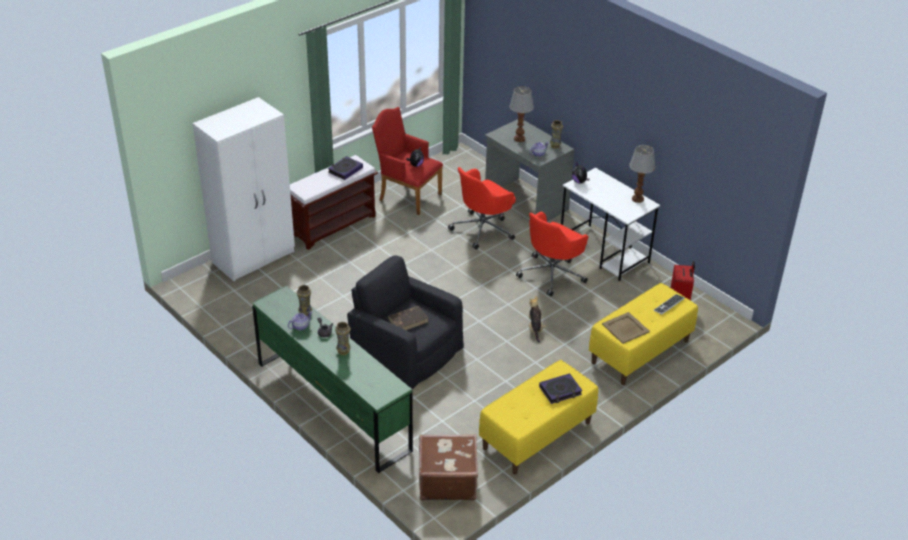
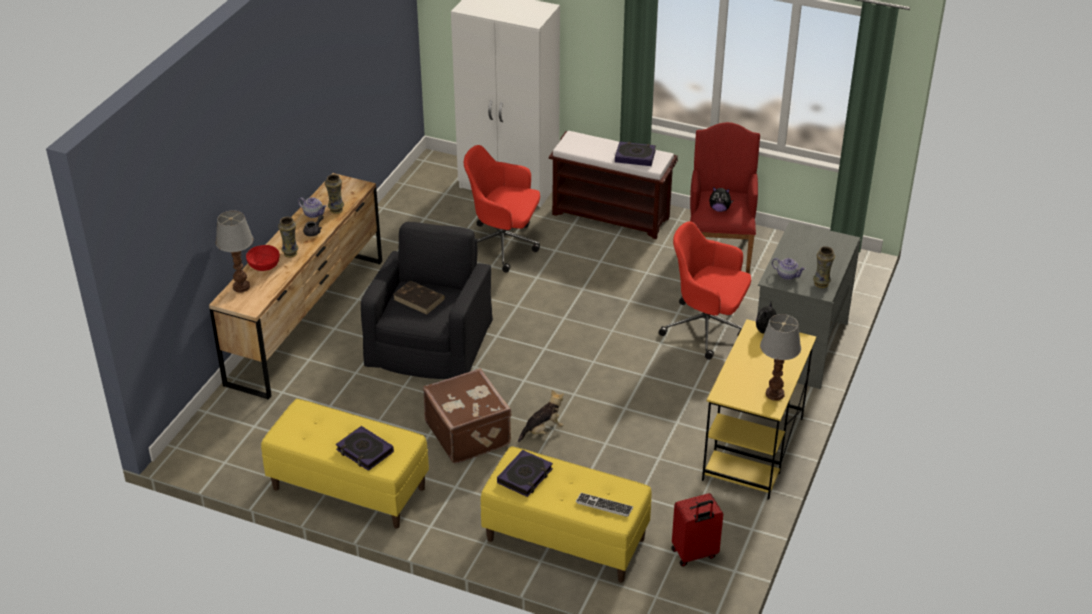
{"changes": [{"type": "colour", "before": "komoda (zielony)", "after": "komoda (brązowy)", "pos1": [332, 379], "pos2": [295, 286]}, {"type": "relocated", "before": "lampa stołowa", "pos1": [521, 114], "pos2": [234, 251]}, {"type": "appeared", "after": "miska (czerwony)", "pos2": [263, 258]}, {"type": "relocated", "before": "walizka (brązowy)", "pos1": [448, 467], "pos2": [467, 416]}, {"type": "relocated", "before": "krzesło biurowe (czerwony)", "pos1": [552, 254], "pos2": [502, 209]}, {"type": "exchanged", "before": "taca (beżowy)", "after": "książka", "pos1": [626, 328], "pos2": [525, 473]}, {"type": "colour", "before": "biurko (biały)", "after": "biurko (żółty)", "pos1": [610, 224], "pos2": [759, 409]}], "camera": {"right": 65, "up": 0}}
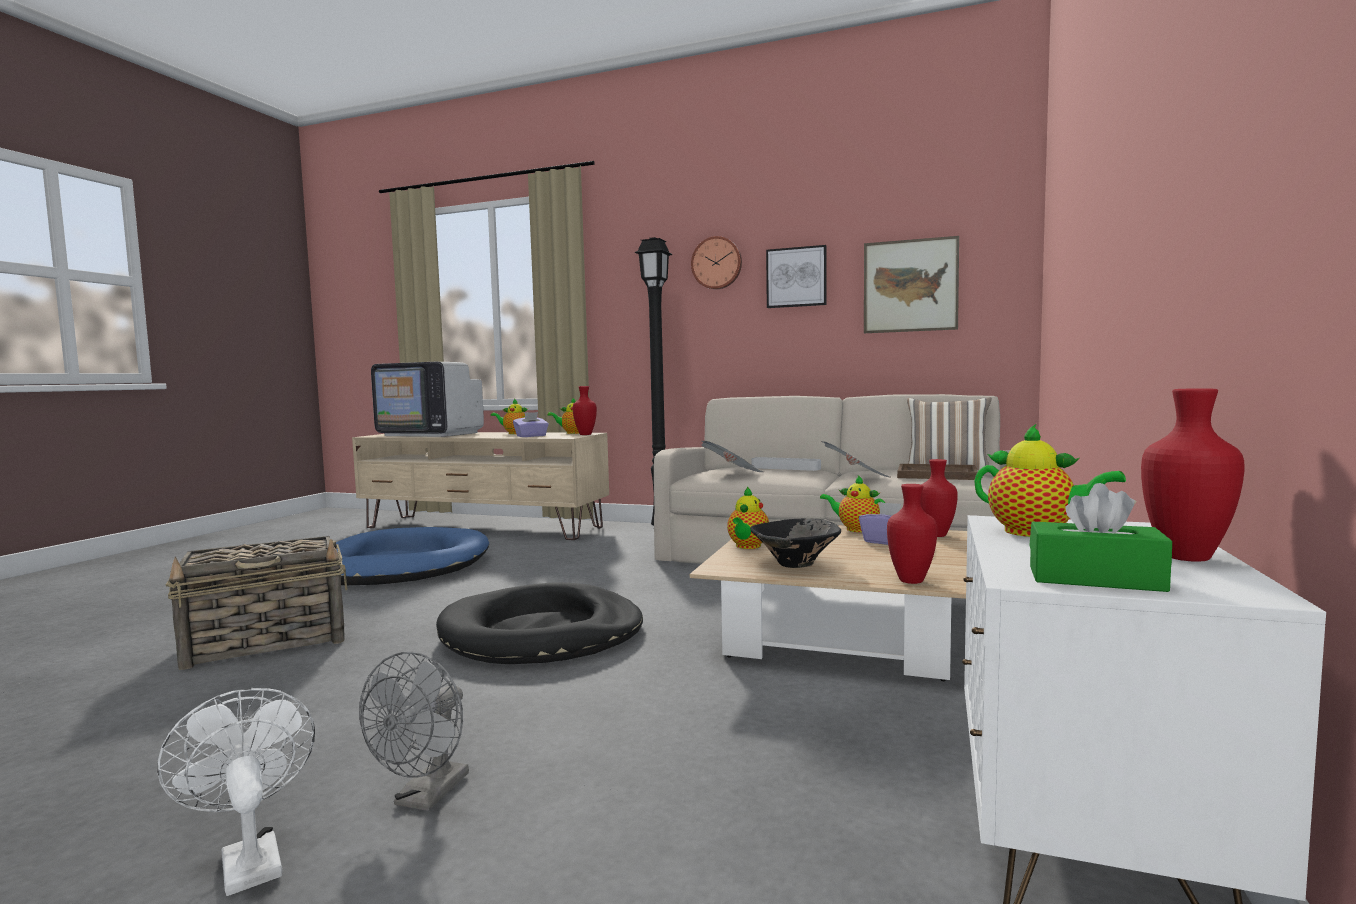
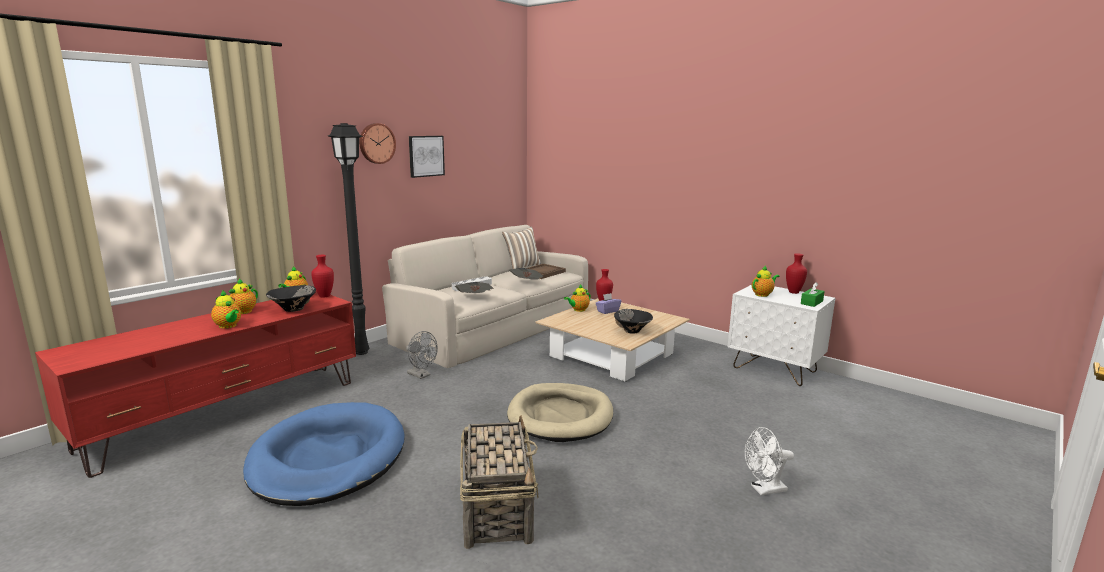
{"changes": [{"type": "colour", "before": "szafka pod telewizor (beżowy)", "after": "szafka pod telewizor (czerwony)", "pos1": [480, 486], "pos2": [195, 384]}, {"type": "relocated", "before": "imbryk", "pos1": [748, 518], "pos2": [226, 309]}, {"type": "exchanged", "before": "pudełko chusteczek (fioletowy)", "after": "miska (czarny)", "pos1": [531, 424], "pos2": [291, 298]}, {"type": "relocated", "before": "wentylator (szary)", "pos1": [414, 731], "pos2": [422, 355]}, {"type": "colour", "before": "legowisko (czarny)", "after": "legowisko (beżowy)", "pos1": [539, 623], "pos2": [560, 412]}, {"type": "missing", "before": "telewizor", "pos1": [427, 399]}, {"type": "missing", "before": "obraz", "pos1": [911, 284]}, {"type": "missing", "before": "wazon (czerwony)", "pos1": [912, 534]}], "camera": {"right": -70, "up": 10}}
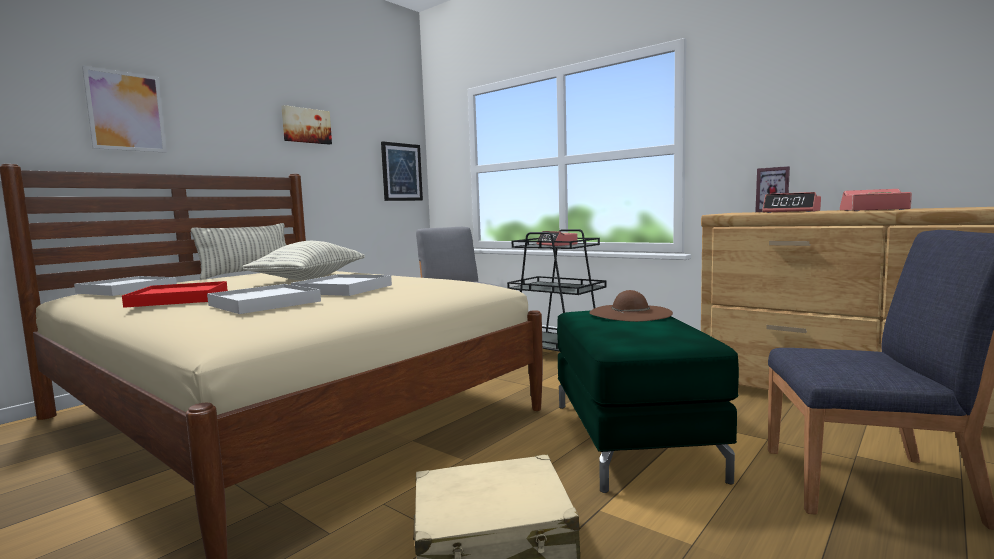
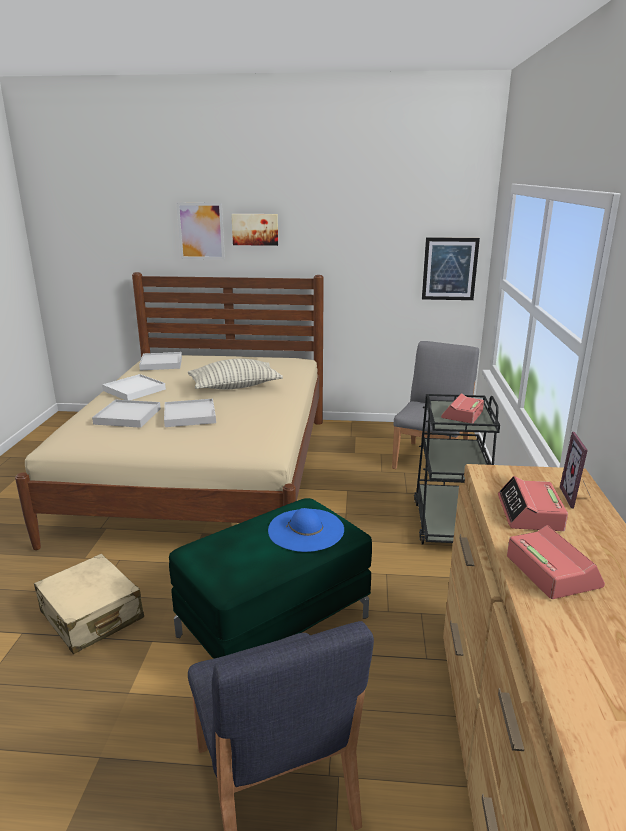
{"changes": [{"type": "colour", "before": "taca (czerwony)", "after": "taca (biały)", "pos1": [175, 294], "pos2": [134, 387]}, {"type": "relocated", "before": "obraz", "pos1": [306, 125], "pos2": [254, 230]}, {"type": "colour", "before": "kapelusz (brązowy)", "after": "kapelusz (niebieski)", "pos1": [631, 306], "pos2": [306, 530]}, {"type": "missing", "before": "poduszka", "pos1": [238, 251]}], "camera": {"right": 55, "up": 15}}
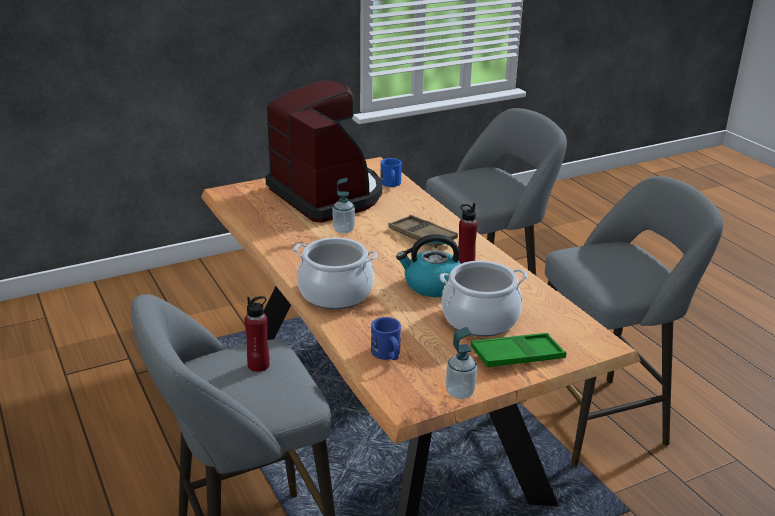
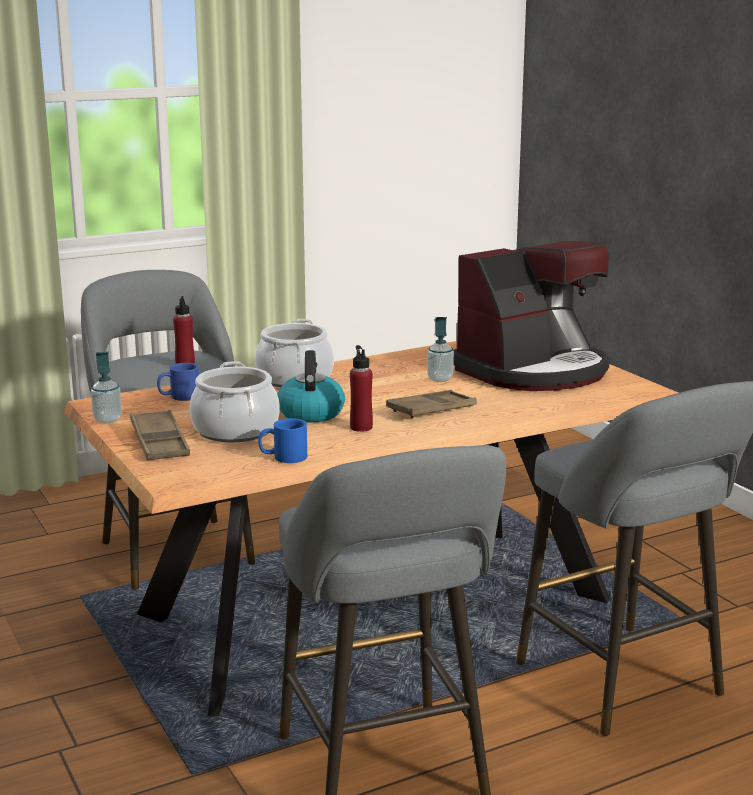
{"changes": [{"type": "colour", "before": "taca (zielony)", "after": "taca (brązowy)", "pos1": [518, 350], "pos2": [160, 435]}, {"type": "relocated", "before": "kubek (niebieski)", "pos1": [391, 172], "pos2": [282, 440]}], "camera": {"right": 90, "up": -10}}
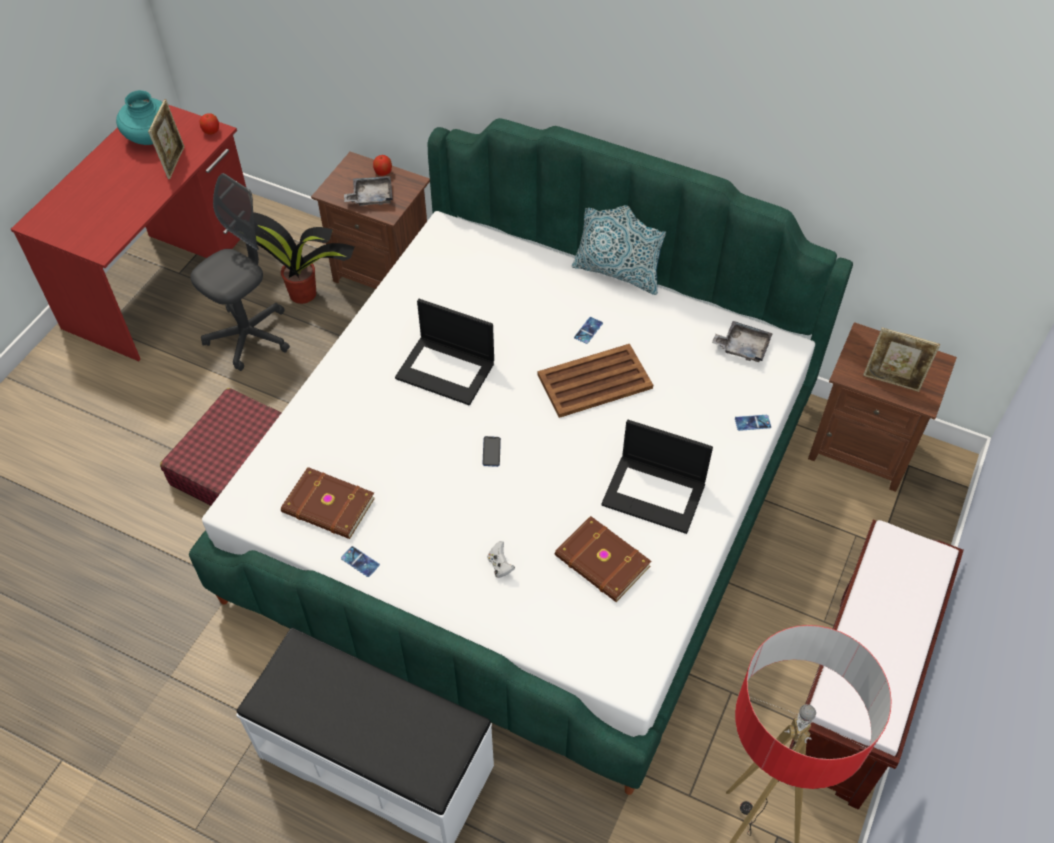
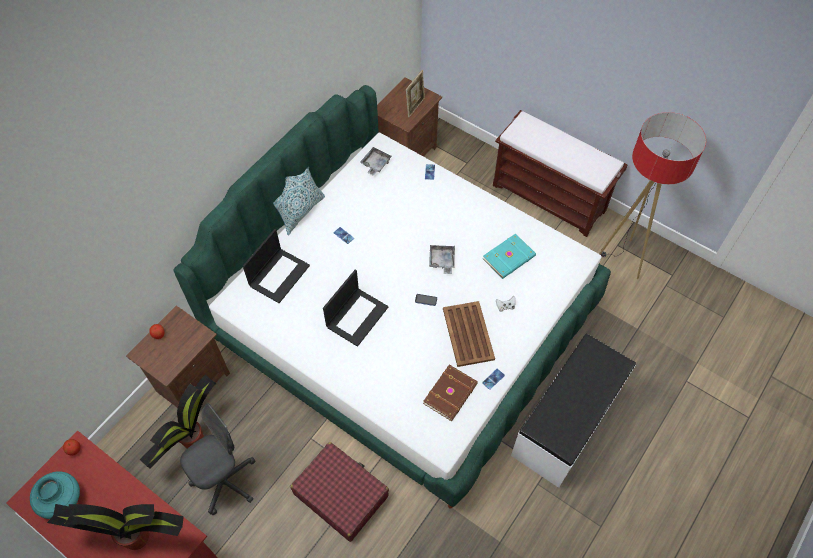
{"changes": [{"type": "appeared", "after": "roślina doniczkowa", "pos2": [115, 527]}, {"type": "spun", "before": "krzesło biurowe (szary)", "pos1": [240, 272], "pos2": [217, 459], "turn": 90}, {"type": "relocated", "before": "laptop", "pos1": [657, 477], "pos2": [276, 266]}, {"type": "relocated", "before": "taca (szary)", "pos1": [368, 191], "pos2": [442, 259]}, {"type": "relocated", "before": "taca (brązowy)", "pos1": [595, 381], "pos2": [469, 334]}, {"type": "colour", "before": "książka (brązowy)", "after": "książka (turkusowy)", "pos1": [603, 559], "pos2": [509, 256]}, {"type": "missing", "before": "ramka na zdjęcie", "pos1": [166, 139]}], "camera": {"right": -80, "up": 5}}
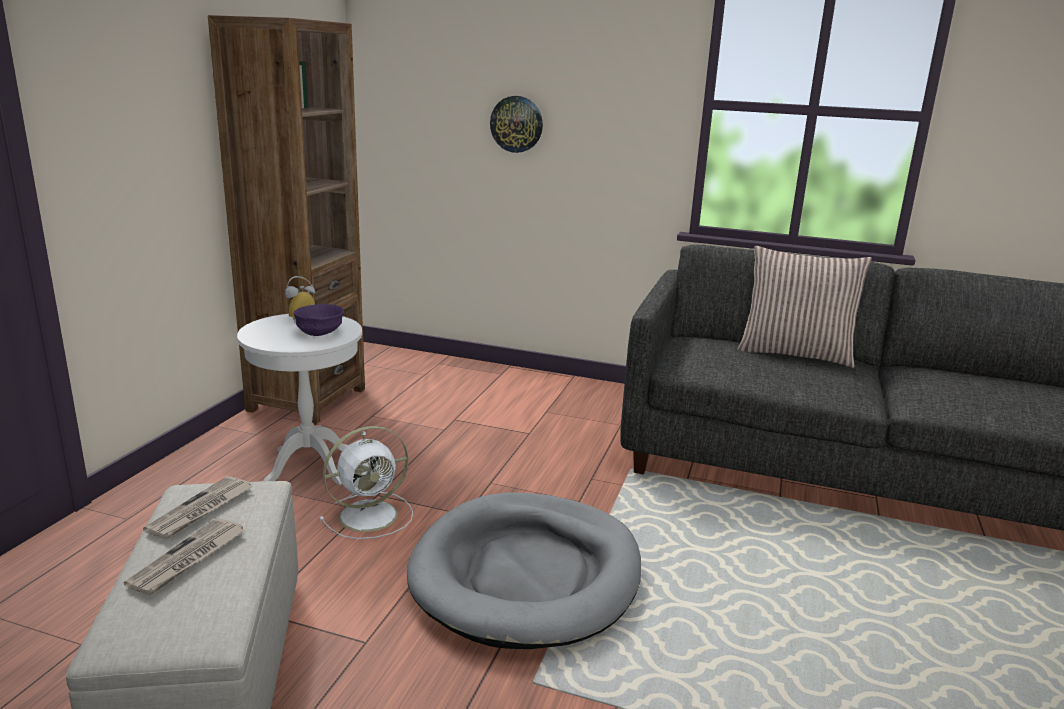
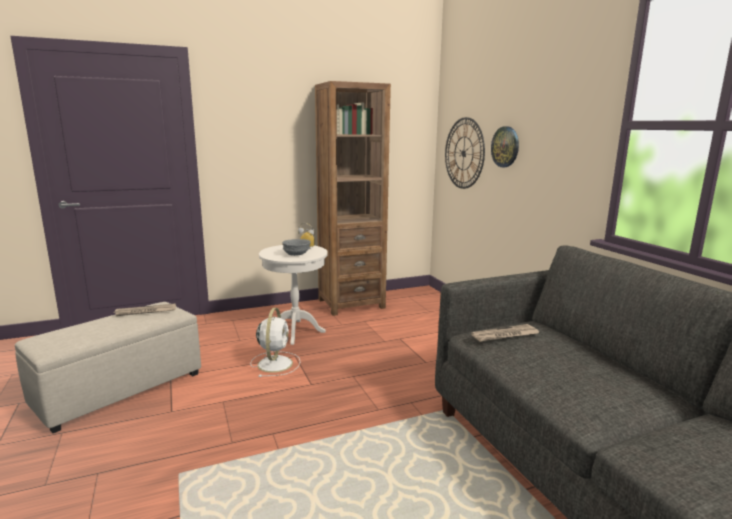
{"changes": [{"type": "spun", "before": "wentylator (biały)", "pos1": [366, 482], "pos2": [275, 342], "turn": -105}, {"type": "colour", "before": "miska (fioletowy)", "after": "miska (szary)", "pos1": [318, 320], "pos2": [296, 247]}, {"type": "appeared", "after": "zegar ścienny", "pos2": [465, 153]}, {"type": "relocated", "before": "gazeta", "pos1": [184, 556], "pos2": [505, 333]}, {"type": "missing", "before": "legowisko (szary)", "pos1": [524, 570]}, {"type": "missing", "before": "poduszka", "pos1": [805, 307]}], "camera": {"right": 50, "up": -5}}
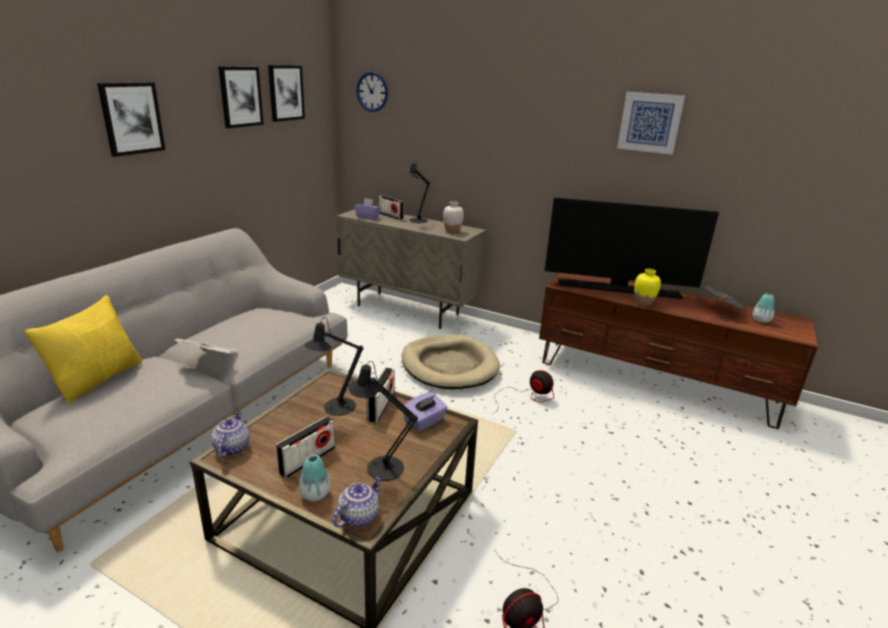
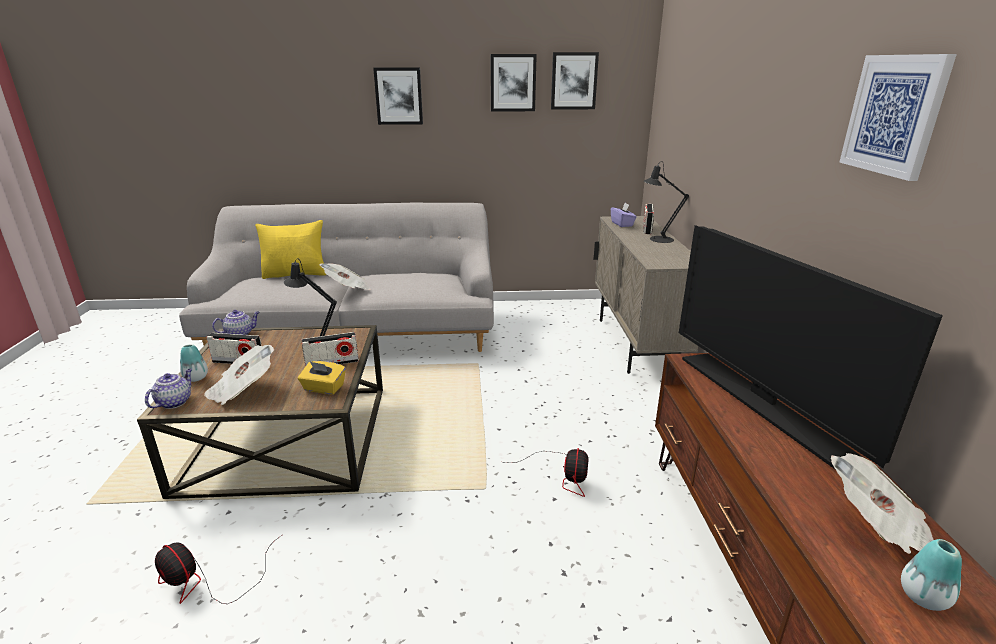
{"changes": [{"type": "spun", "before": "imbryk", "pos1": [357, 501], "pos2": [168, 389], "turn": -75}, {"type": "exchanged", "before": "lampa stołowa (czarny)", "after": "gazeta", "pos1": [383, 421], "pos2": [239, 375]}, {"type": "colour", "before": "pudełko chusteczek (fioletowy)", "after": "pudełko chusteczek (żółty)", "pos1": [425, 412], "pos2": [322, 378]}, {"type": "missing", "before": "zegar ścienny", "pos1": [372, 92]}, {"type": "missing", "before": "legowisko (beżowy)", "pos1": [451, 362]}, {"type": "missing", "before": "wazon (biały)", "pos1": [453, 217]}, {"type": "missing", "before": "wazon (żółty)", "pos1": [647, 287]}], "camera": {"right": 60, "up": 0}}
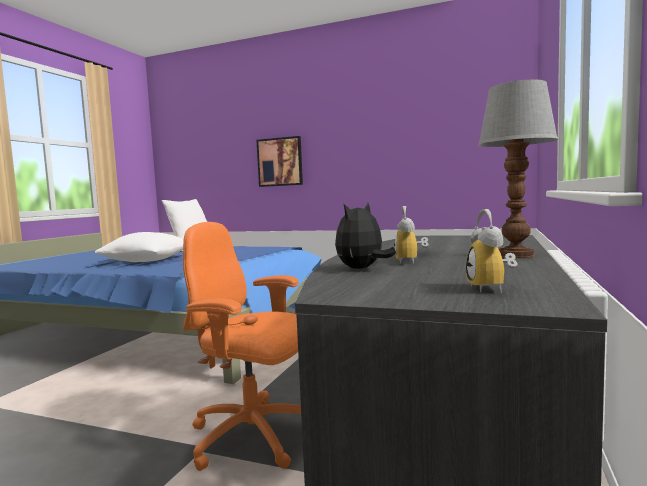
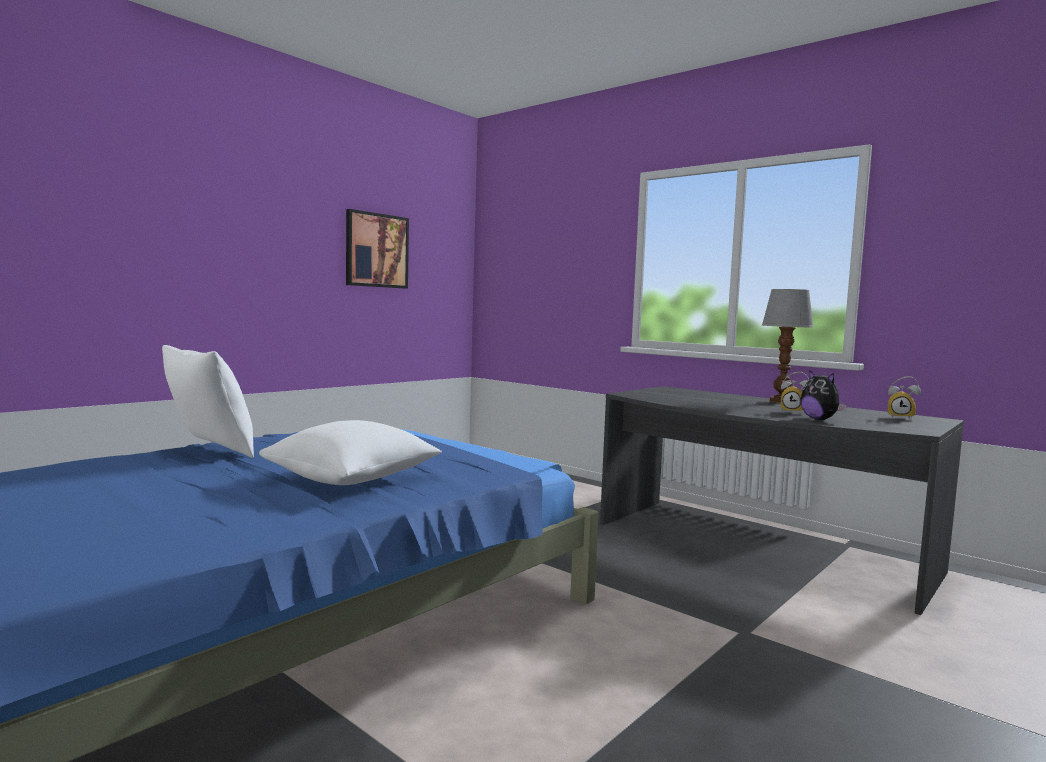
{"changes": [{"type": "relocated", "before": "obraz", "pos1": [279, 161], "pos2": [377, 249]}, {"type": "missing", "before": "krzesło biurowe (pomarańczowy)", "pos1": [242, 346]}], "camera": {"right": -70, "up": 0}}
